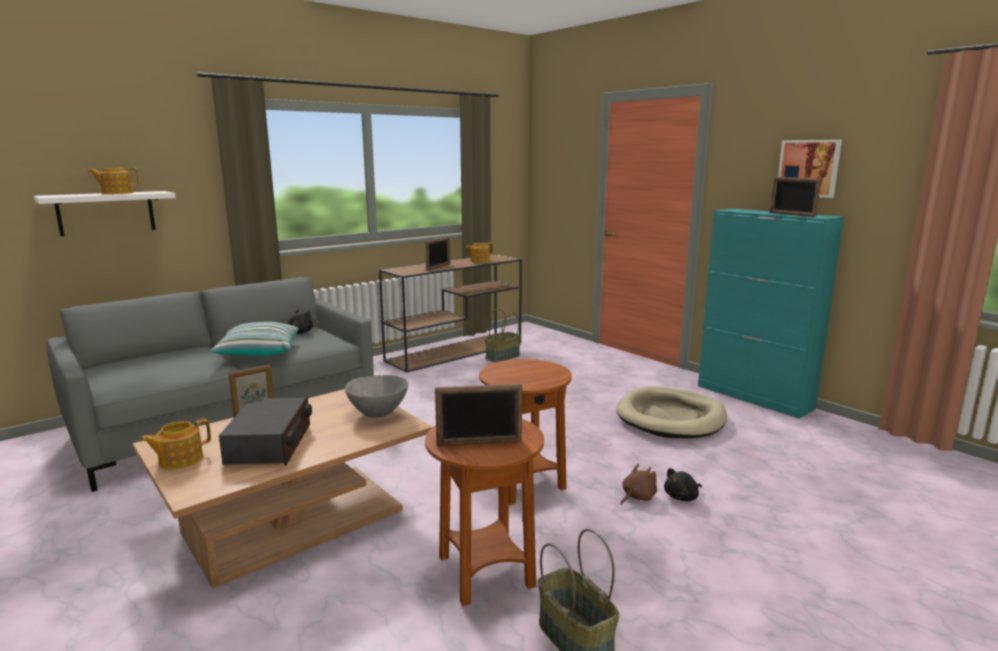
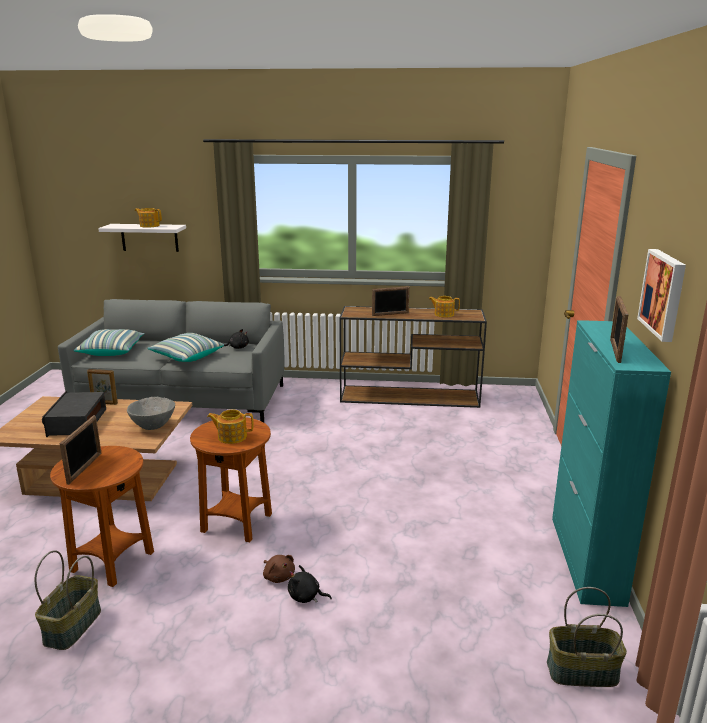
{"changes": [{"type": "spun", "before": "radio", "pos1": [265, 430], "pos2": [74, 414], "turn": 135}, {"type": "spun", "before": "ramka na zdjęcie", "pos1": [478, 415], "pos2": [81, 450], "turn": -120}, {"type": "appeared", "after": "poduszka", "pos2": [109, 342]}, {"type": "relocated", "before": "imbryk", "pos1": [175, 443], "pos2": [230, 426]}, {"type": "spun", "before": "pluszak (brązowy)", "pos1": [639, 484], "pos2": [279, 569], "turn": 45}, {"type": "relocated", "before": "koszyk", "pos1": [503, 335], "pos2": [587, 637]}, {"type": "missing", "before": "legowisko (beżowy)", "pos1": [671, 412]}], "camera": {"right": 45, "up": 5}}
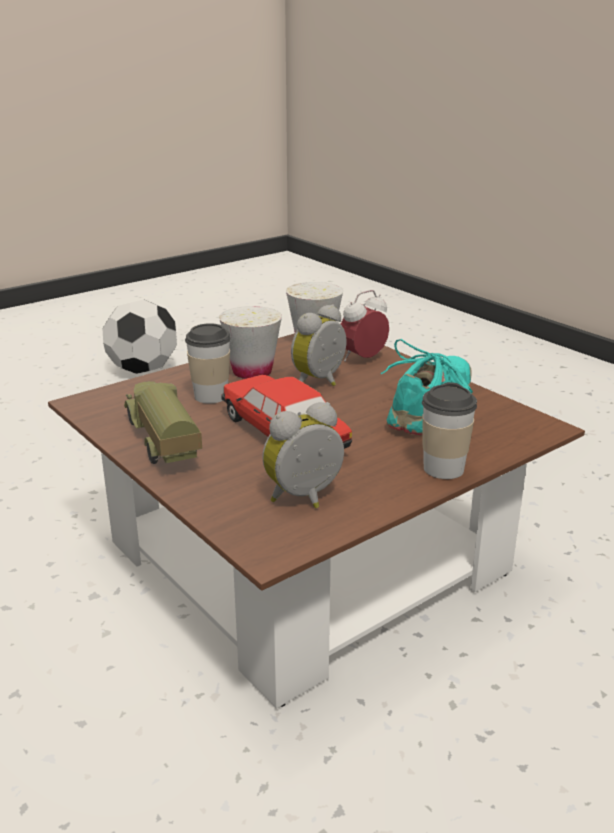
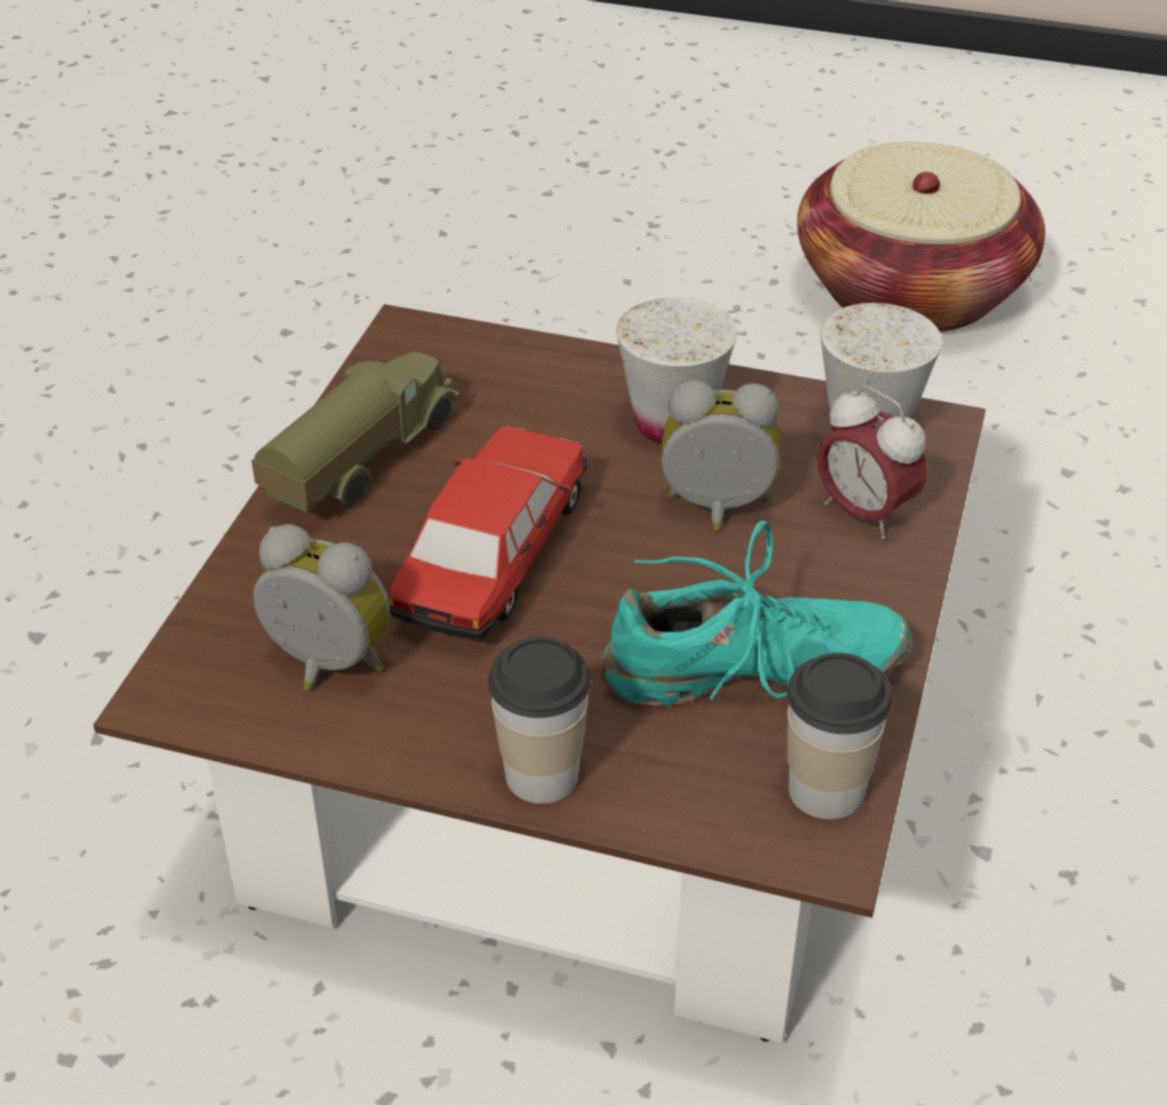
{"changes": [{"type": "relocated", "before": "filiżanka", "pos1": [208, 363], "pos2": [839, 736]}, {"type": "exchanged", "before": "piłka futbolowa", "after": "koszyk", "pos1": [139, 336], "pos2": [921, 237]}, {"type": "spun", "before": "budzik", "pos1": [365, 325], "pos2": [872, 462], "turn": -150}], "camera": {"right": 55, "up": 15}}
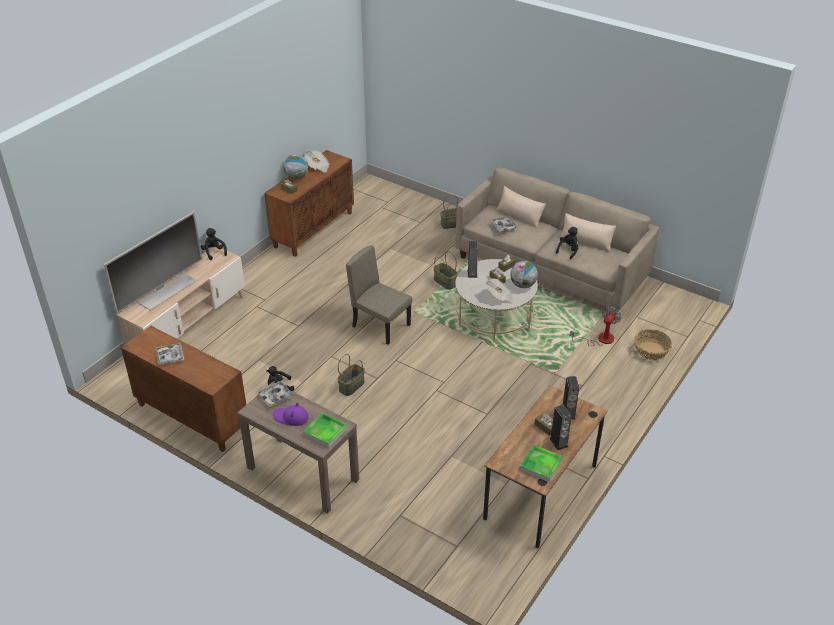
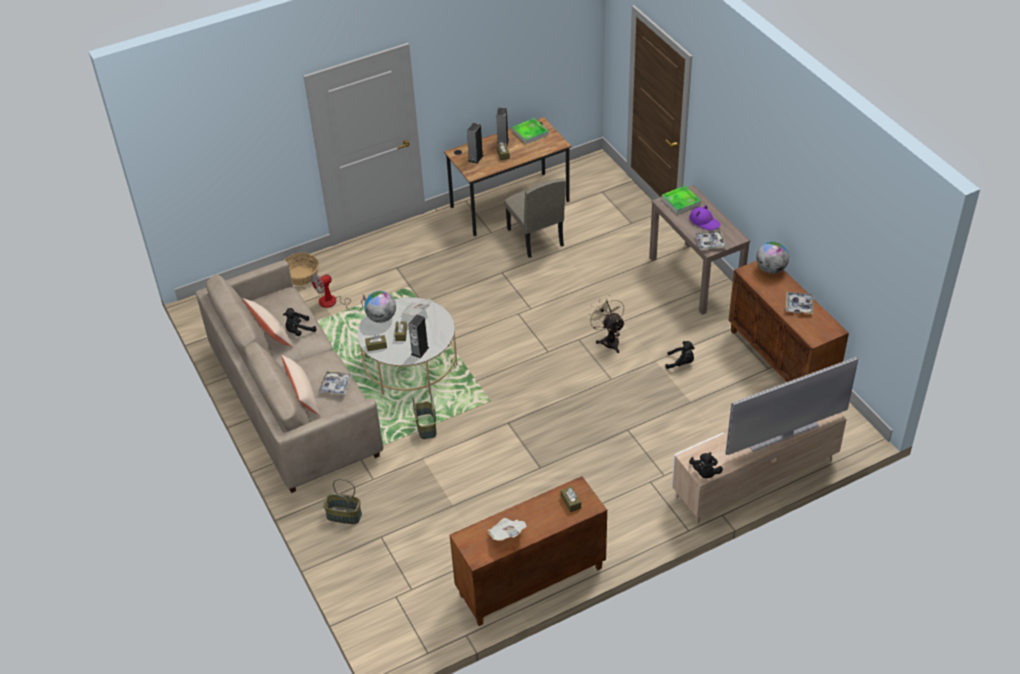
{"changes": [{"type": "relocated", "before": "krzesło (beżowy)", "pos1": [379, 294], "pos2": [535, 218]}, {"type": "exchanged", "before": "koszyk", "after": "wentylator (beżowy)", "pos1": [351, 375], "pos2": [606, 324]}, {"type": "relocated", "before": "globus", "pos1": [295, 166], "pos2": [772, 257]}], "camera": {"right": -150, "up": 5}}
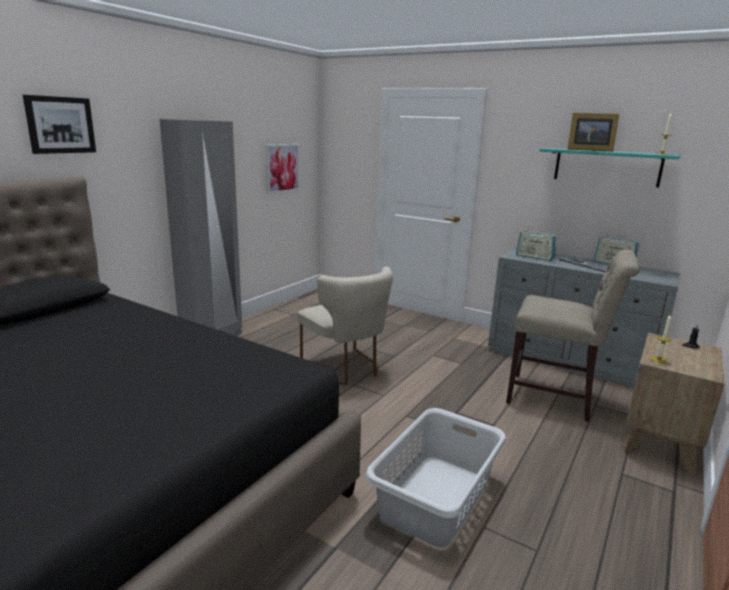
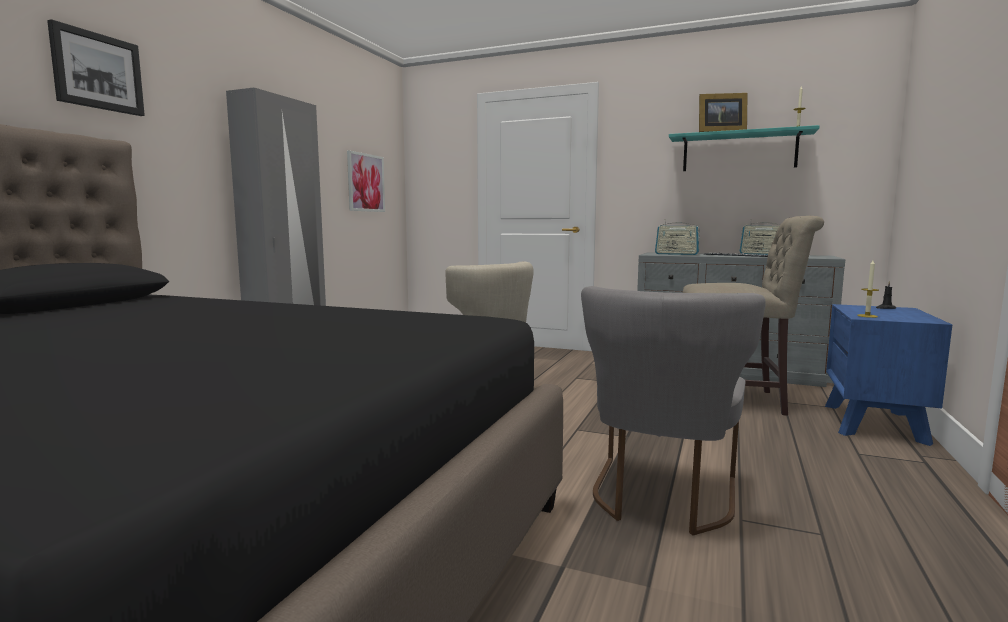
{"changes": [{"type": "exchanged", "before": "kosz na pranie (szary)", "after": "krzesło (szary)", "pos1": [435, 478], "pos2": [673, 411]}, {"type": "colour", "before": "szafka nocna (brązowy)", "after": "szafka nocna (niebieski)", "pos1": [672, 403], "pos2": [888, 375]}], "camera": {"right": -10, "up": -10}}
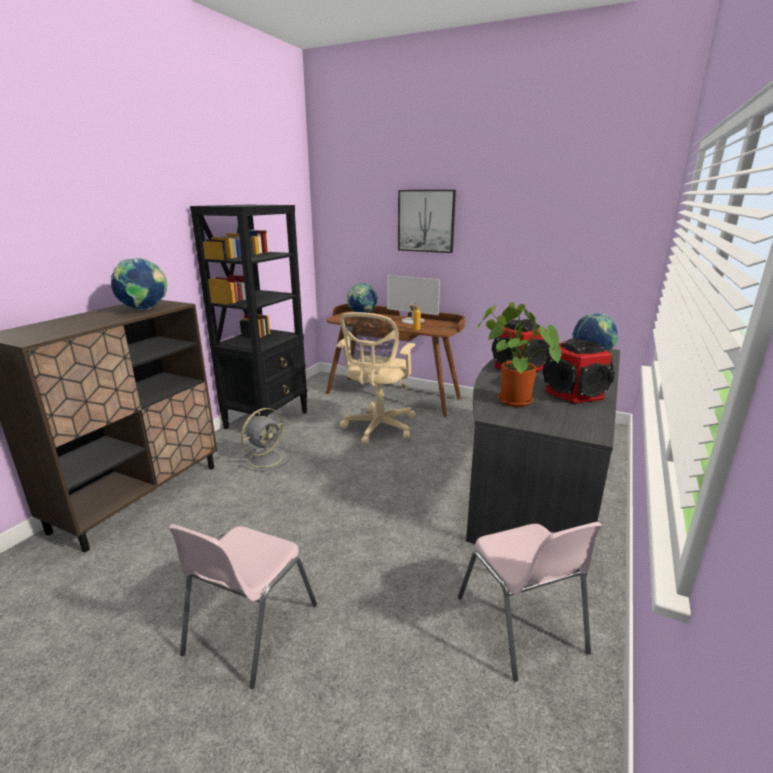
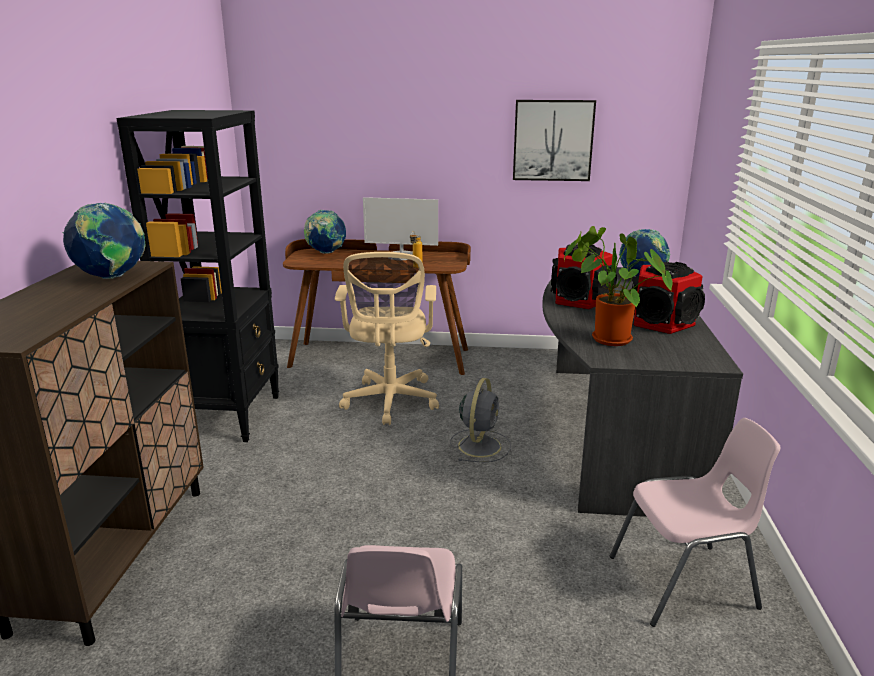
{"changes": [{"type": "relocated", "before": "wentylator (szary)", "pos1": [265, 439], "pos2": [480, 420]}, {"type": "relocated", "before": "obraz", "pos1": [427, 221], "pos2": [554, 140]}, {"type": "spun", "before": "krzesło (różowy)", "pos1": [530, 602], "pos2": [695, 522], "turn": -60}], "camera": {"right": -20, "up": 0}}
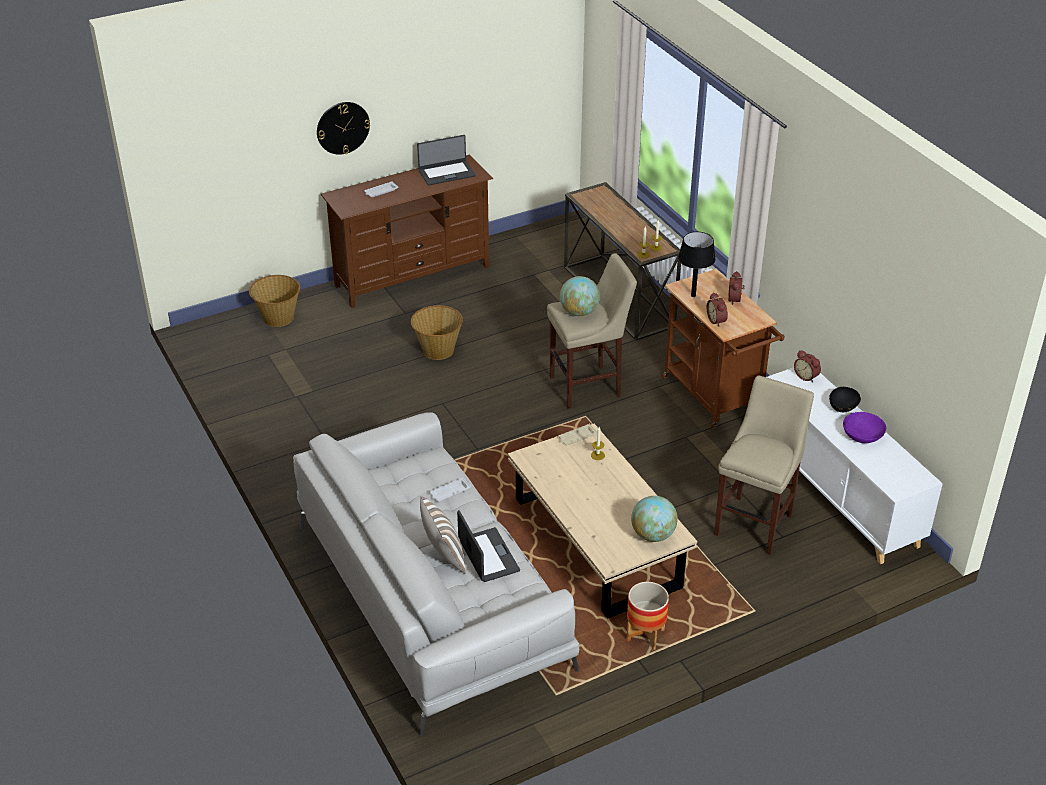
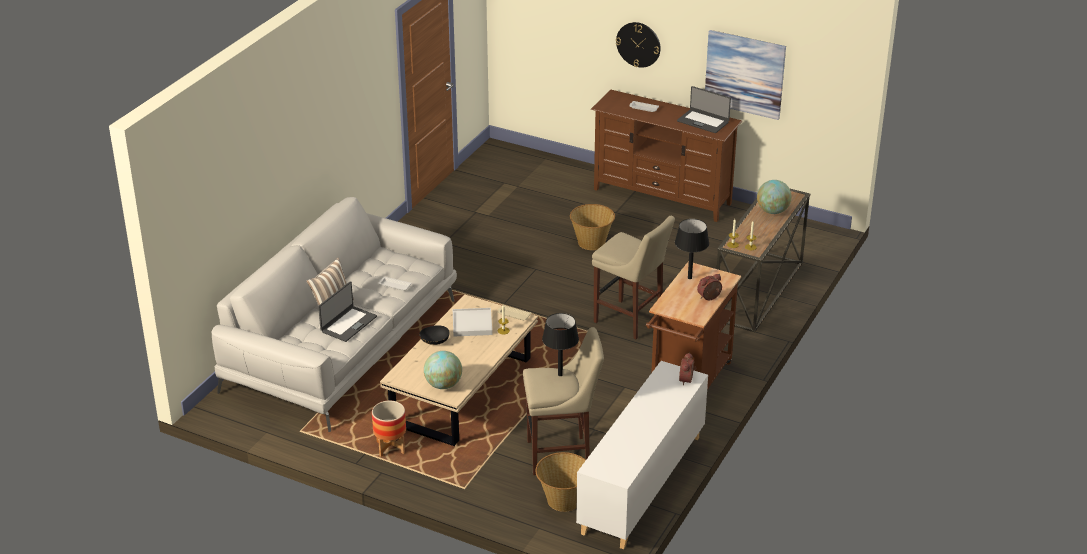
{"changes": [{"type": "relocated", "before": "miska (czarny)", "pos1": [845, 399], "pos2": [434, 335]}, {"type": "appeared", "after": "taca (biały)", "pos2": [472, 322]}, {"type": "relocated", "before": "koszyk", "pos1": [274, 301], "pos2": [560, 482]}, {"type": "appeared", "after": "lampa stołowa (czarny)", "pos2": [560, 344]}, {"type": "appeared", "after": "obraz", "pos2": [745, 75]}, {"type": "relocated", "before": "globus", "pos1": [580, 296], "pos2": [774, 197]}, {"type": "missing", "before": "budzik", "pos1": [717, 309]}, {"type": "missing", "before": "miska (fioletowy)", "pos1": [864, 427]}], "camera": {"right": 55, "up": -5}}
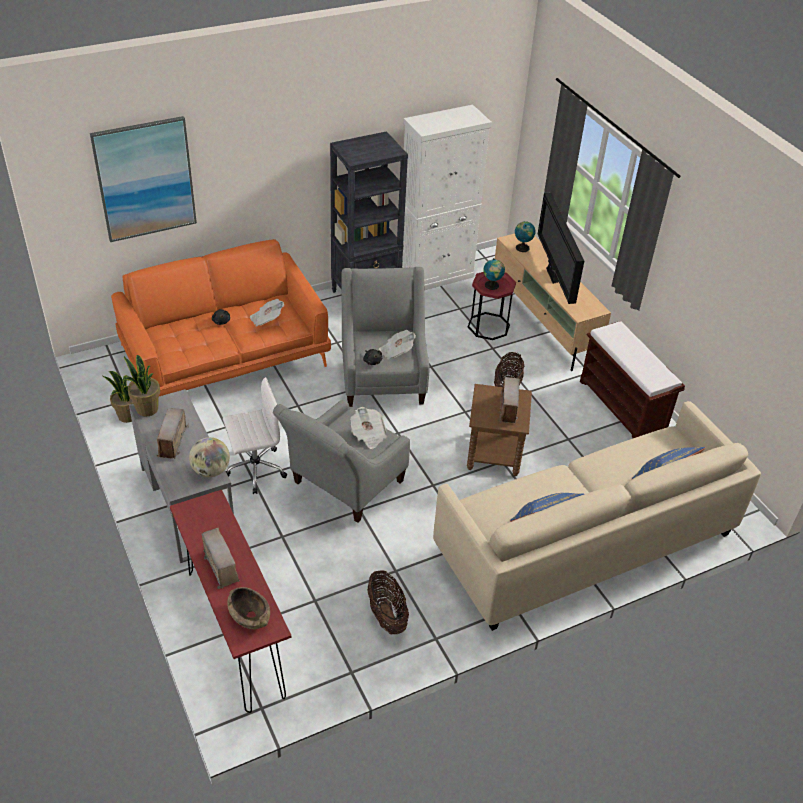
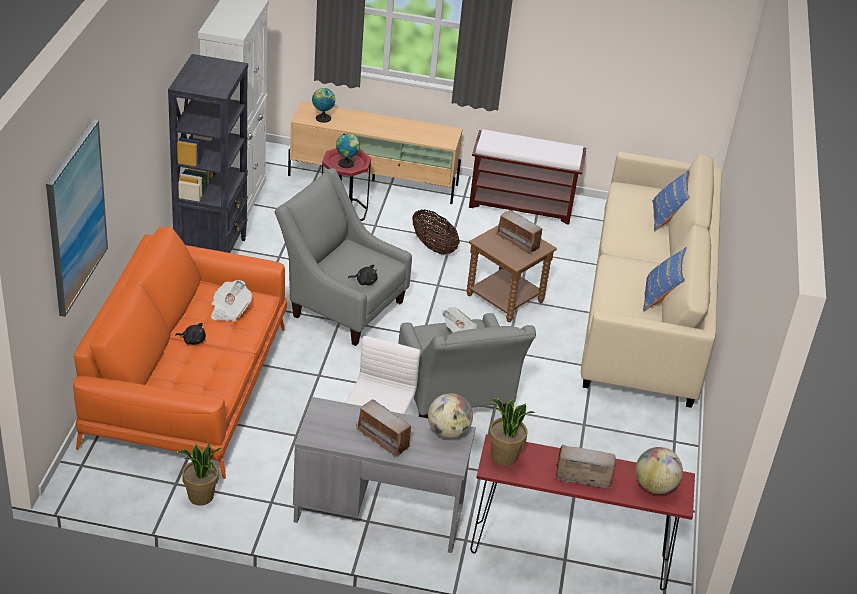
{"changes": [{"type": "relocated", "before": "roślina doniczkowa", "pos1": [141, 386], "pos2": [511, 432]}, {"type": "exchanged", "before": "miska (brązowy)", "after": "globus", "pos1": [248, 608], "pos2": [659, 470]}, {"type": "missing", "before": "koszyk", "pos1": [388, 602]}, {"type": "missing", "before": "gazeta", "pos1": [397, 345]}, {"type": "missing", "before": "telewizor", "pos1": [561, 248]}], "camera": {"right": -55, "up": -5}}
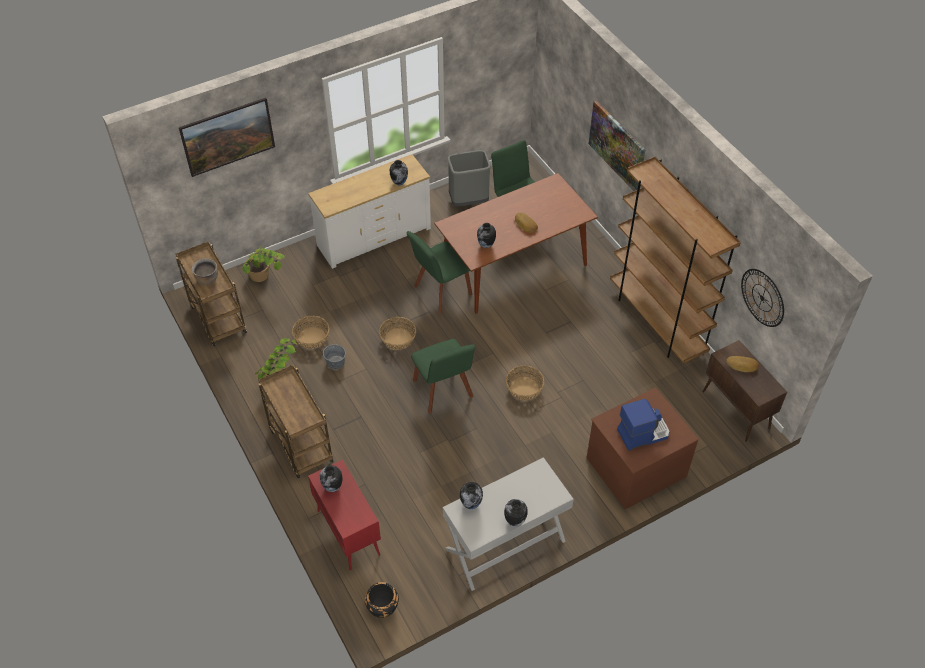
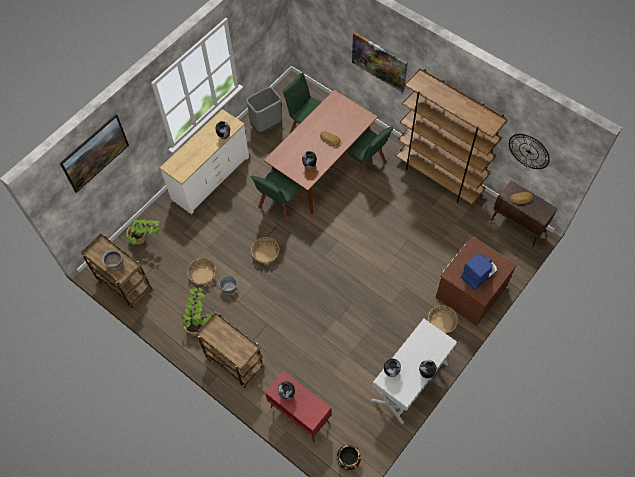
{"changes": [{"type": "relocated", "before": "krzesło (zielony)", "pos1": [443, 376], "pos2": [367, 154]}, {"type": "relocated", "before": "koszyk", "pos1": [525, 383], "pos2": [443, 319]}], "camera": {"right": -20, "up": 10}}
